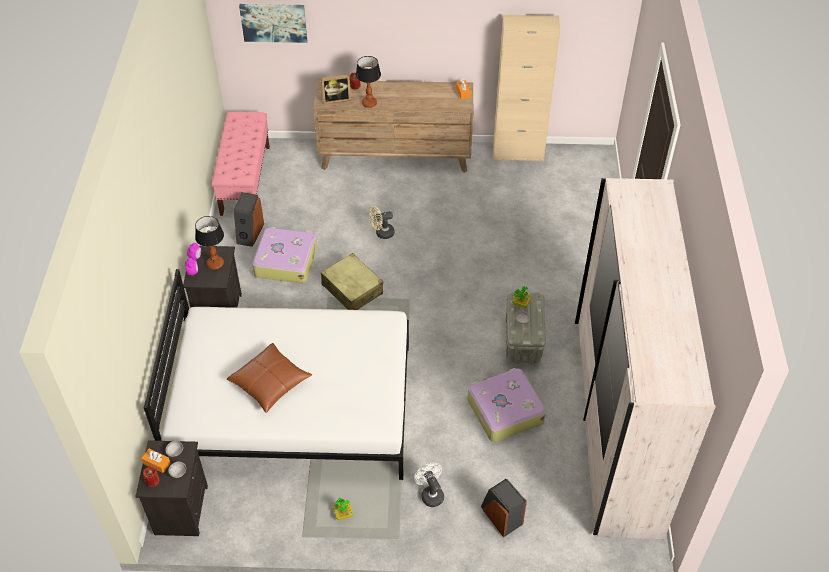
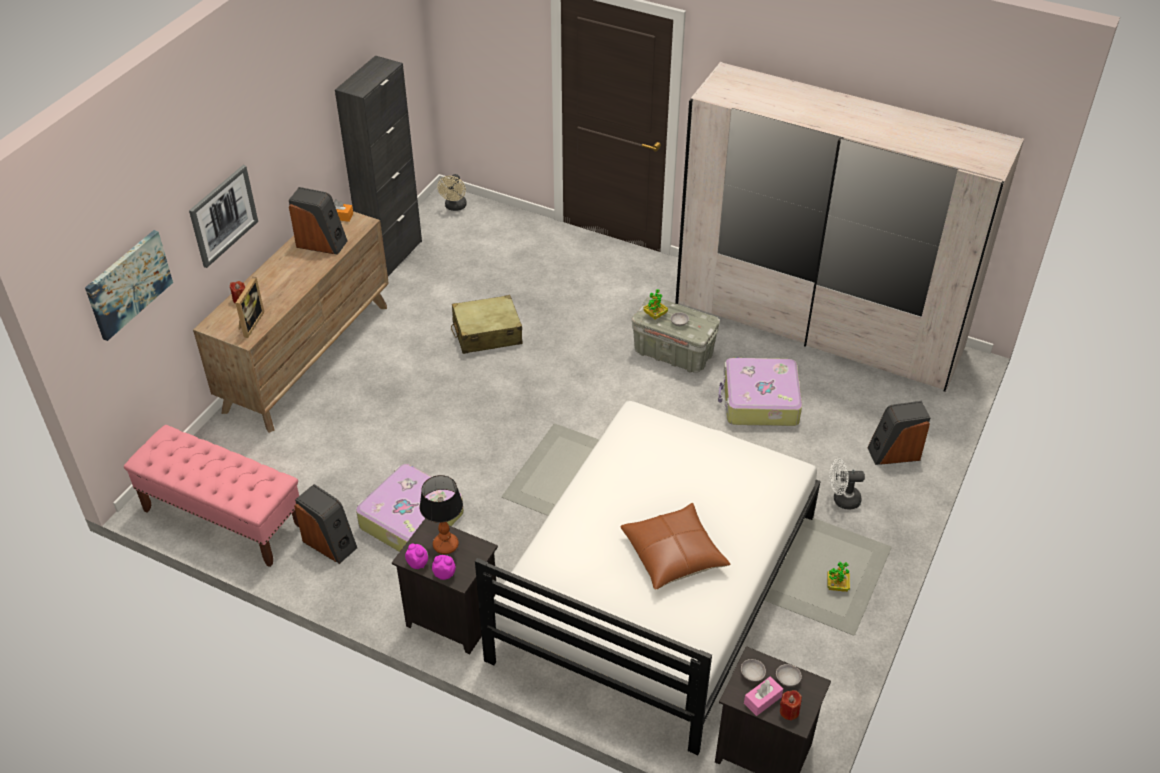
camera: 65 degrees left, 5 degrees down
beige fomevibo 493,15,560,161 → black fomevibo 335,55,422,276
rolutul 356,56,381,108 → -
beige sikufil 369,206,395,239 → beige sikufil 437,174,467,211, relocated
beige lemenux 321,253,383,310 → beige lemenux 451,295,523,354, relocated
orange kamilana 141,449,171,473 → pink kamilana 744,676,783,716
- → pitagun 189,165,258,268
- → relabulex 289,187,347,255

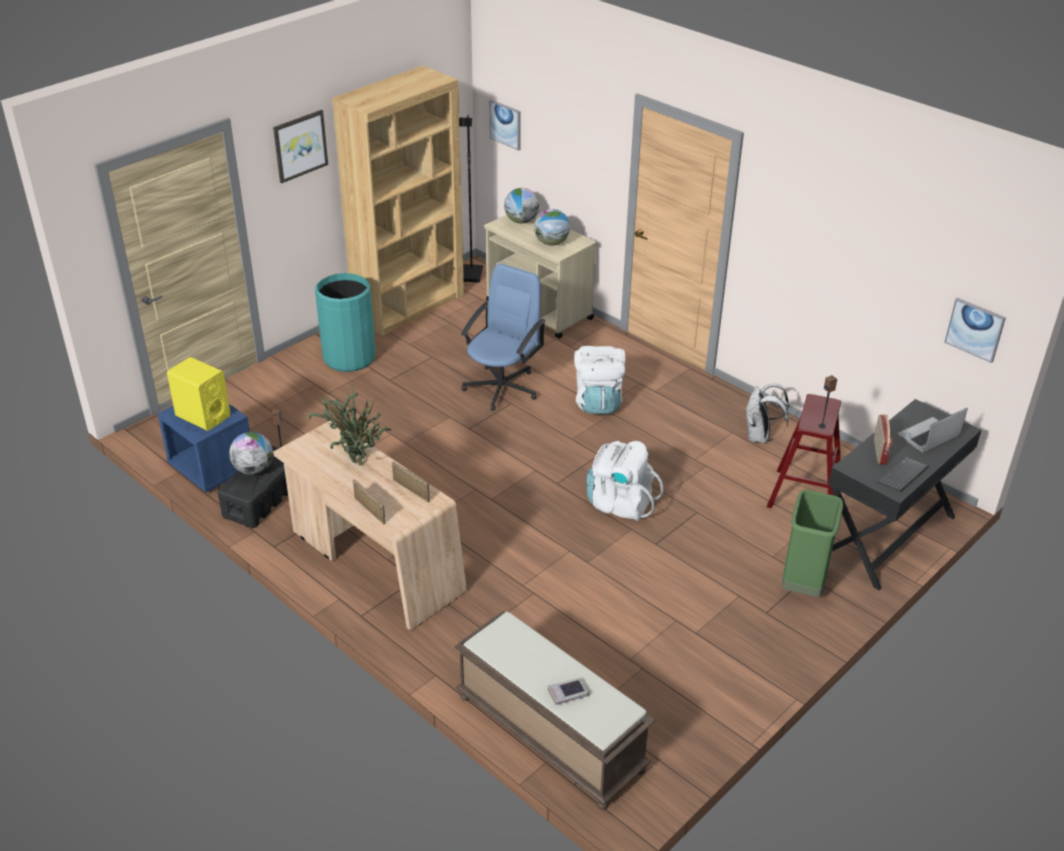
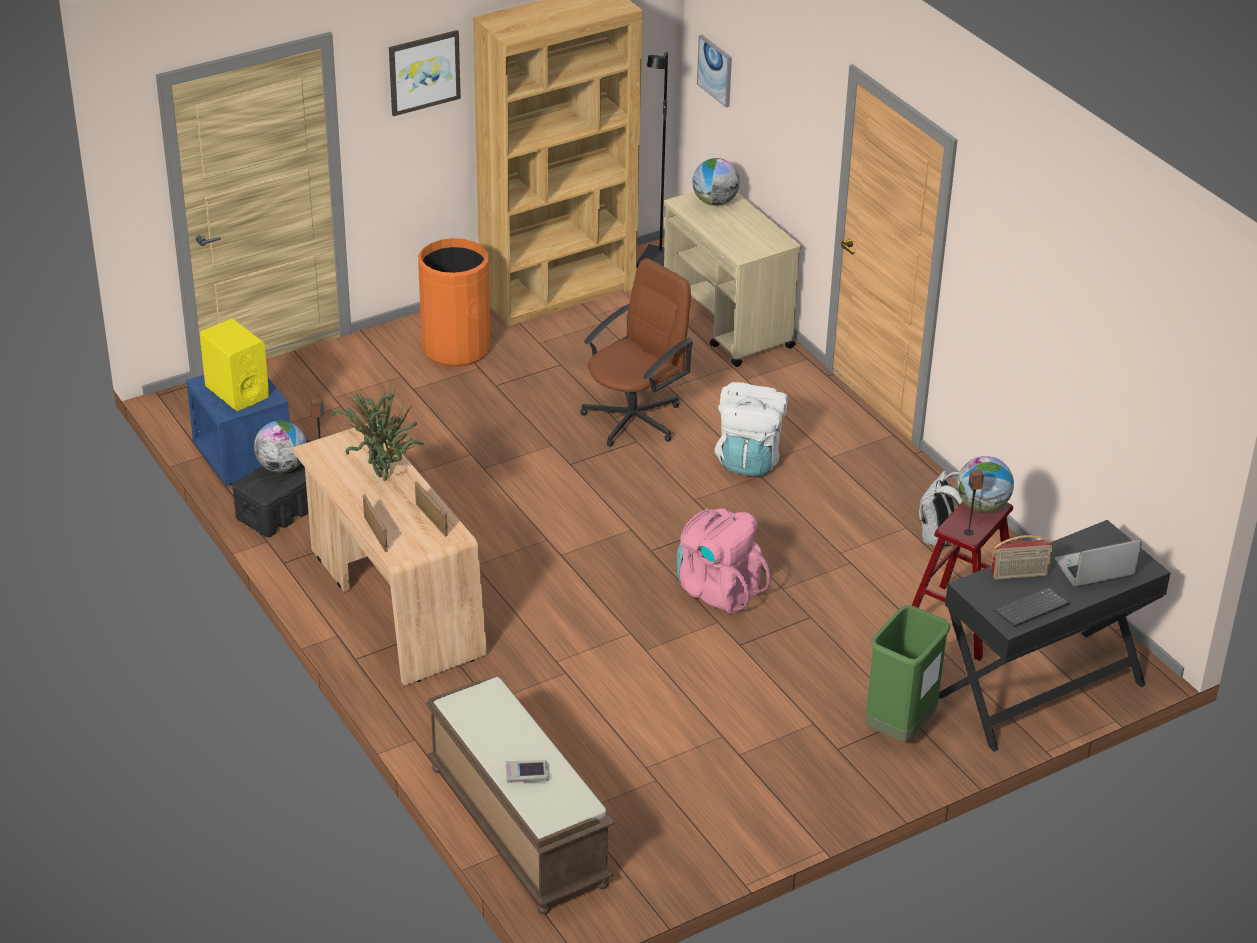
camera: 15 degrees right, 0 degrees up
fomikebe 534,209,570,245 → fomikebe 957,456,1014,512, relocated
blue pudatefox 461,264,546,411 → brown pudatefox 580,258,694,447
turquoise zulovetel 315,273,376,372 → orange zulovetel 418,238,491,367
pitagun 944,298,1006,363 → -
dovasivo 874,414,892,465 → dovasivo 991,535,1052,580, 120 degrees counterclockwise
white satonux 586,441,664,521 → pink satonux 676,508,771,614

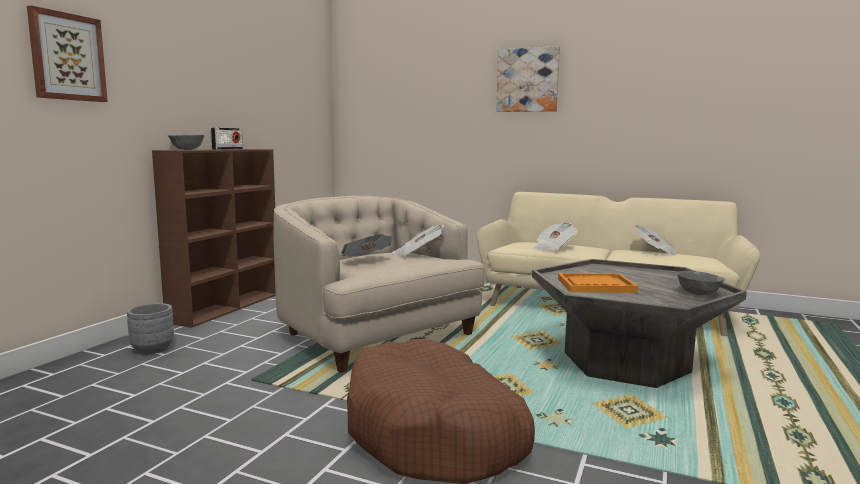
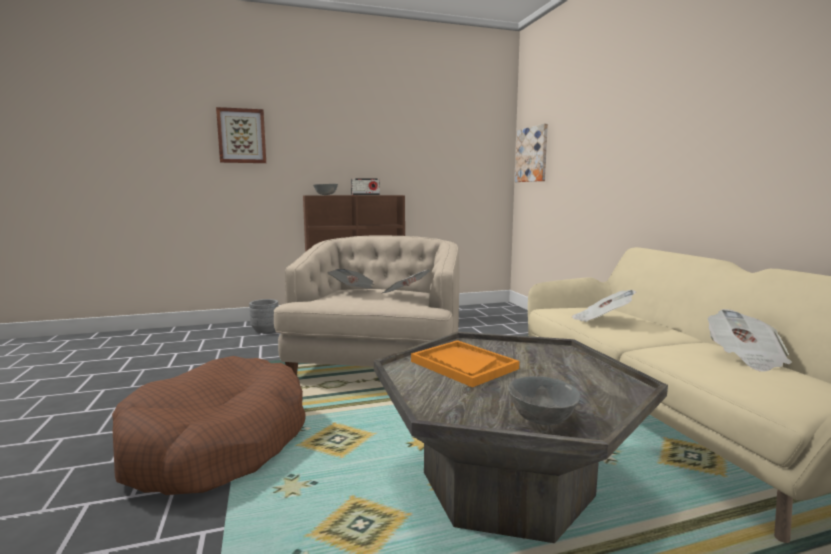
camera: 50 degrees right, 0 degrees up
pitagun 496,46,560,112 → pitagun 515,123,548,182, relocated

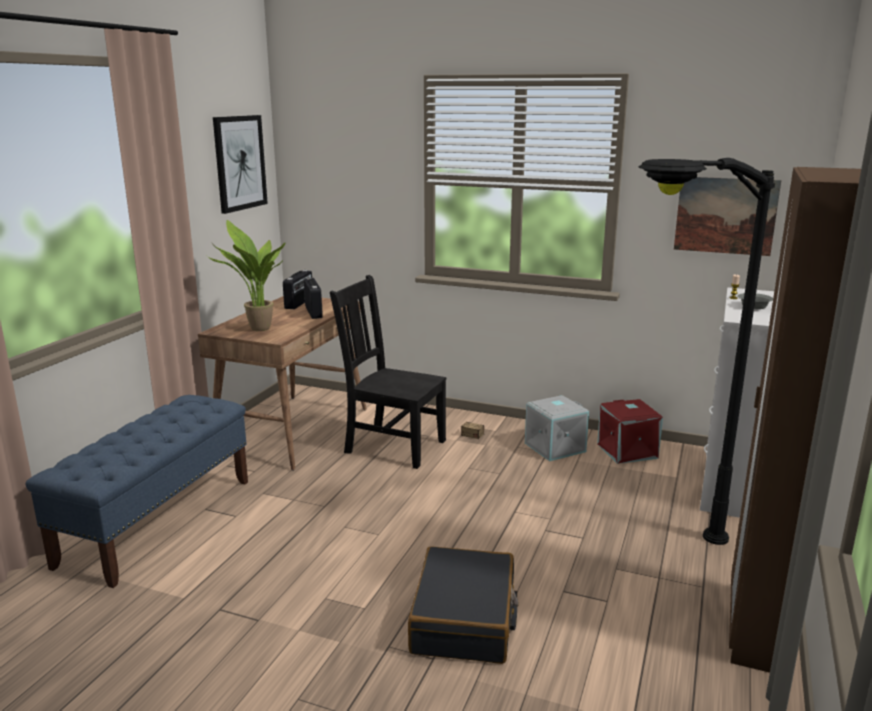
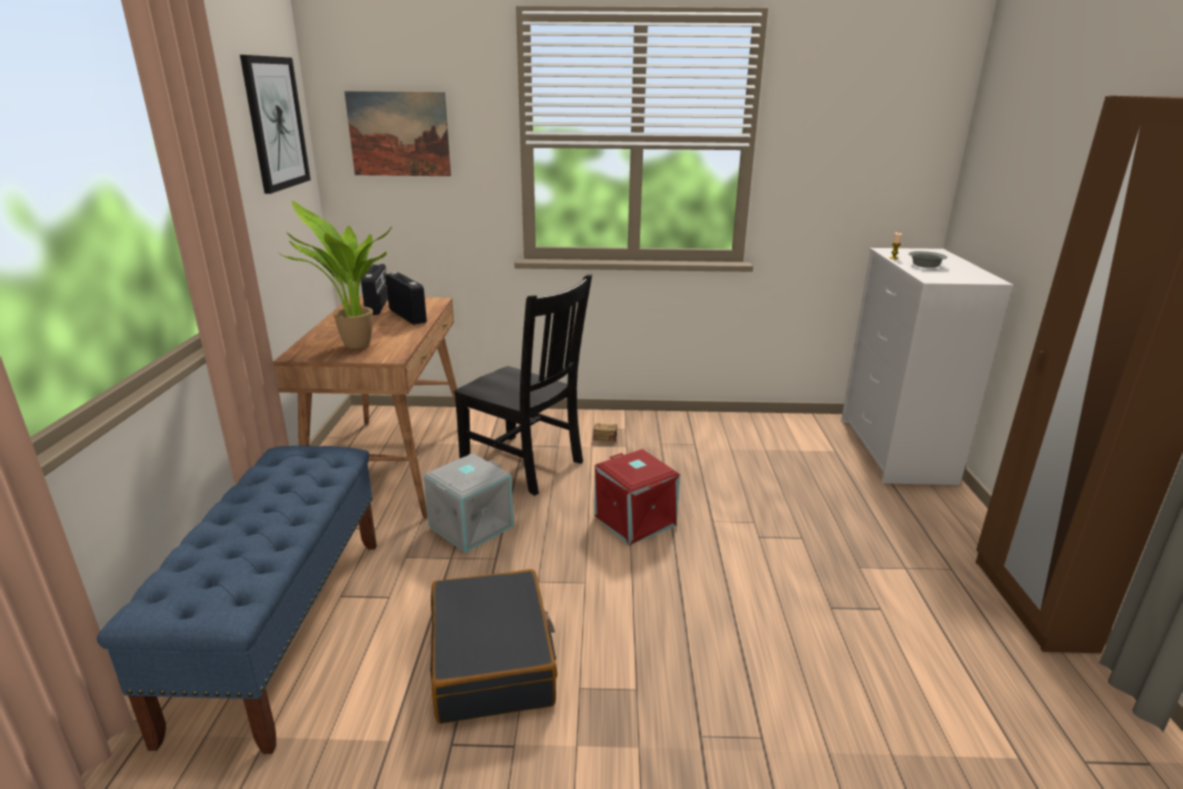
camera: 20 degrees left, 5 degrees up
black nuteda 639,158,775,545 → -
pitagun 674,177,781,256 → pitagun 344,91,451,176, relocated
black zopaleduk 330,275,447,469 → black zopaleduk 454,274,592,496, 150 degrees counterclockwise
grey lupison 525,395,589,461 → grey lupison 423,453,514,553, relocated
red lupison 597,399,663,464 → red lupison 594,449,680,545, relocated
black lemenux 408,546,518,664 → black lemenux 430,569,557,724, relocated

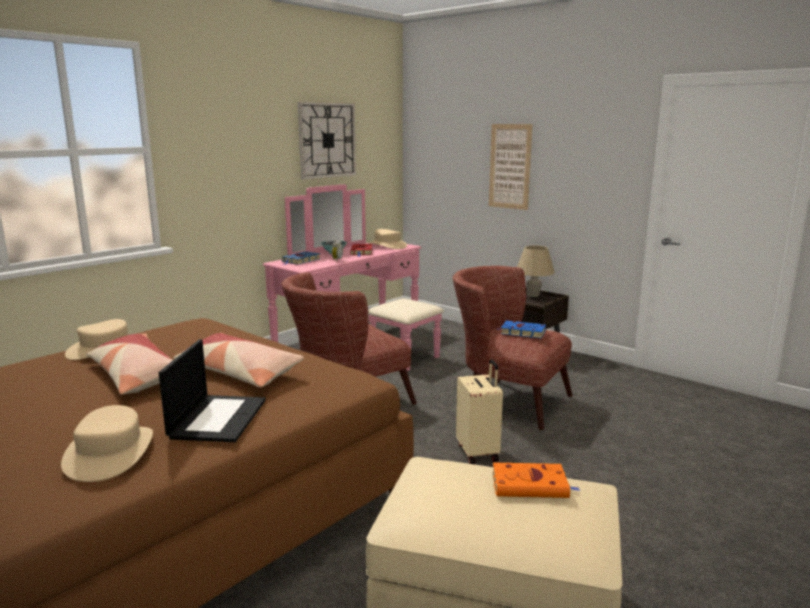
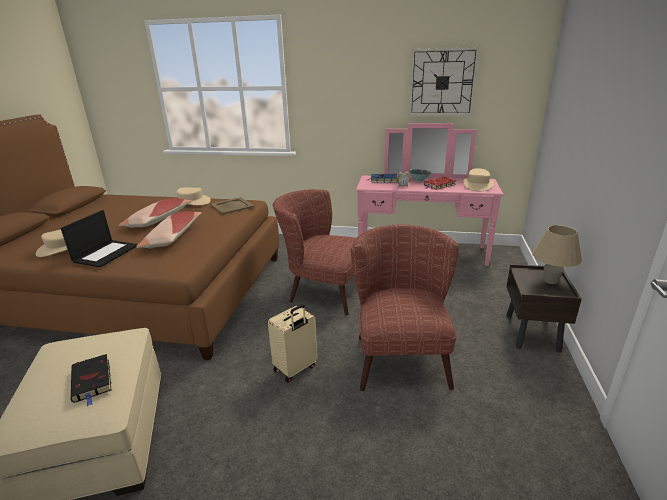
camera: 60 degrees right, 10 degrees up
pitagun 489,124,532,210 → -
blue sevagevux 495,320,546,338 → -
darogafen 159,339,266,442 → darogafen 61,210,138,267, 45 degrees counterclockwise
orange sevagevux 492,462,581,498 → black sevagevux 71,354,111,406
- → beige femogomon 210,197,254,215

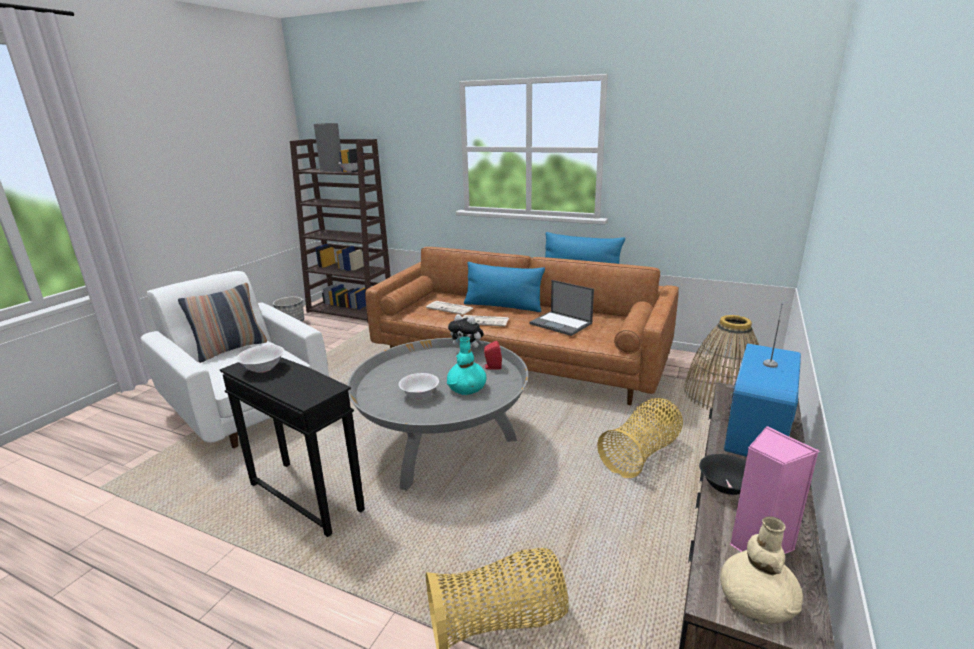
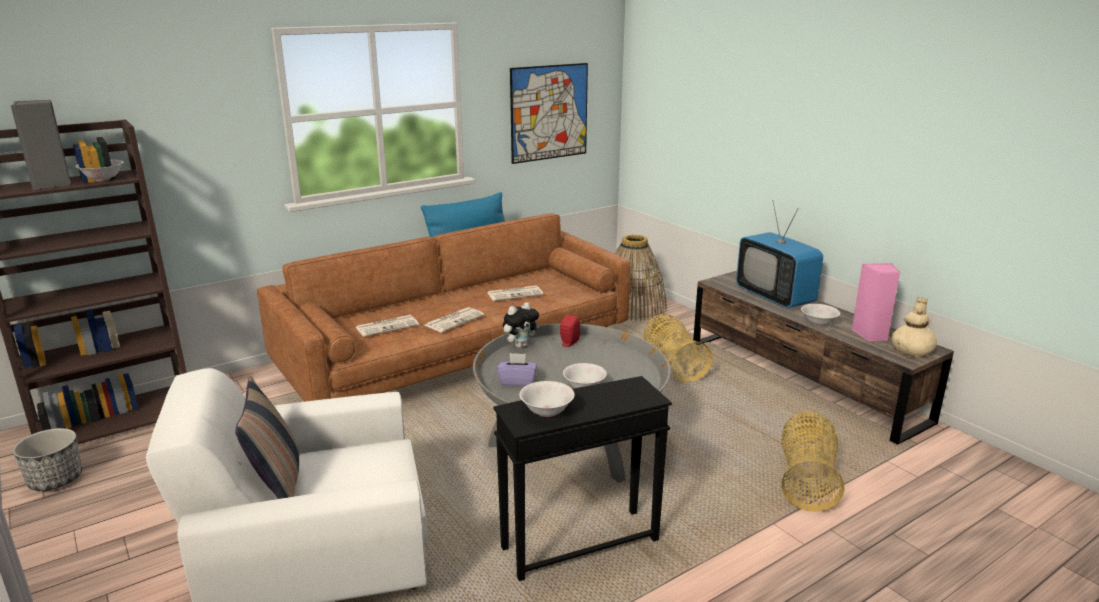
camera: 60 degrees left, 0 degrees up
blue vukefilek 464,262,545,312 → -
darogafen 530,280,594,336 → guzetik 487,285,543,301
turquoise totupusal 447,336,486,395 → -
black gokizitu 699,454,746,495 → white gokizitu 801,304,840,326
- → pitagun 510,63,588,164
- → purple kamilana 497,353,537,386

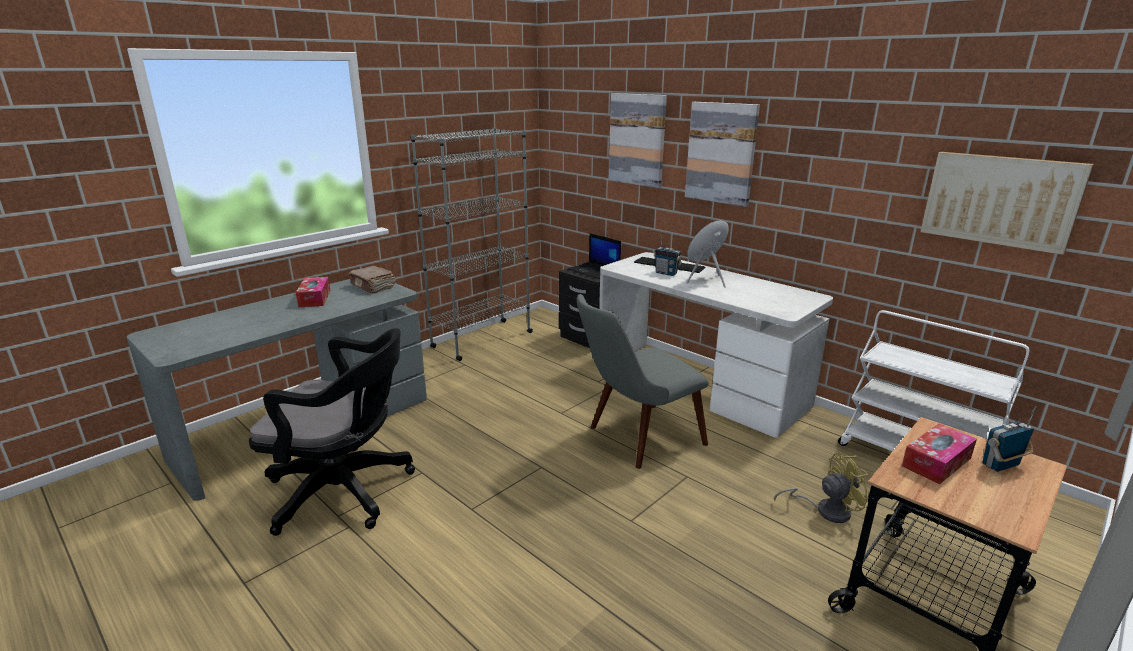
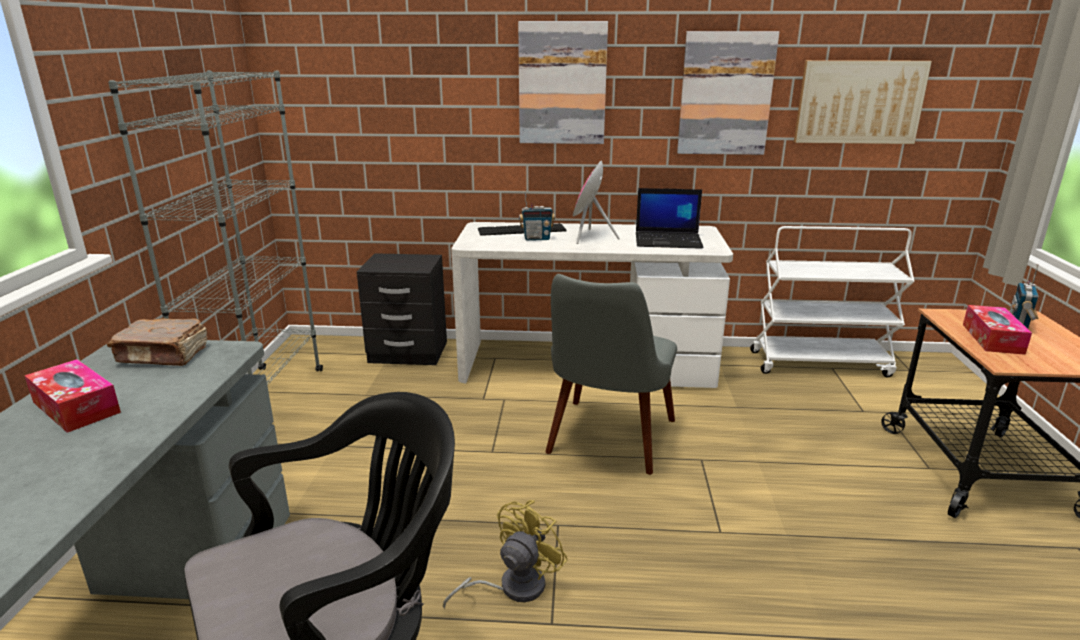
camera: 40 degrees left, 0 degrees up
pitagun 609,93,667,188 → pitagun 677,31,779,155, relocated
darogafen 568,233,621,279 → darogafen 636,188,704,249, relocated
yellow sikufil 774,452,868,523 → yellow sikufil 443,500,568,609, relocated

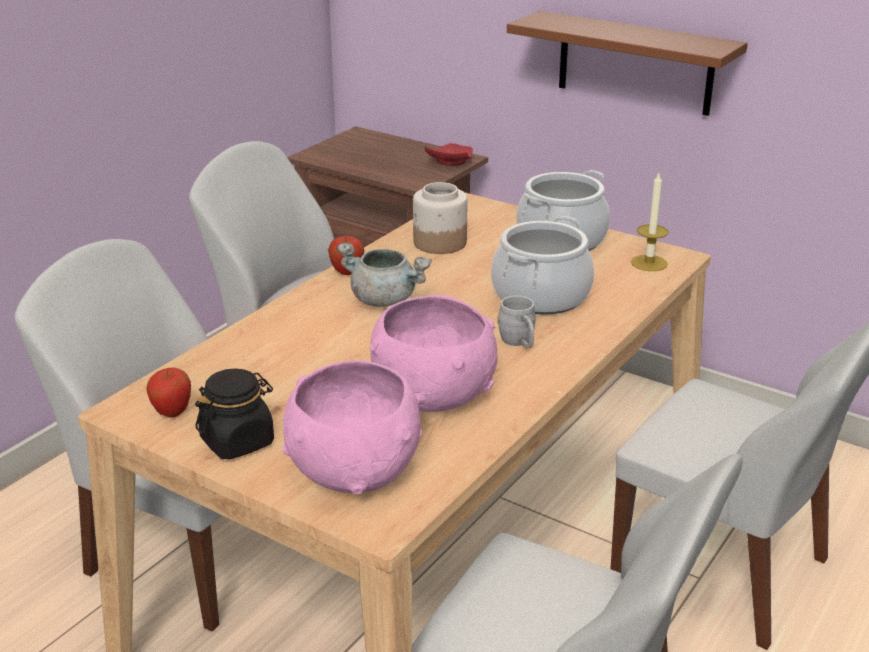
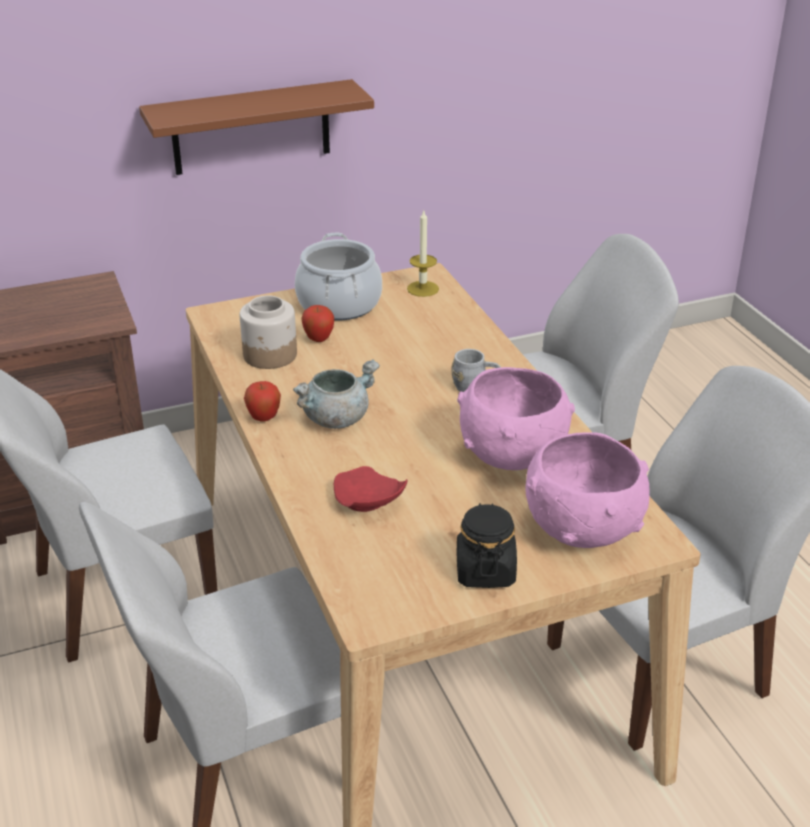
camera: 55 degrees left, 5 degrees up
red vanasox 425,143,473,166 → red vanasox 334,466,407,512, relocated
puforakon 491,216,594,315 → -
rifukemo 146,367,191,418 → rifukemo 301,305,334,342, relocated

